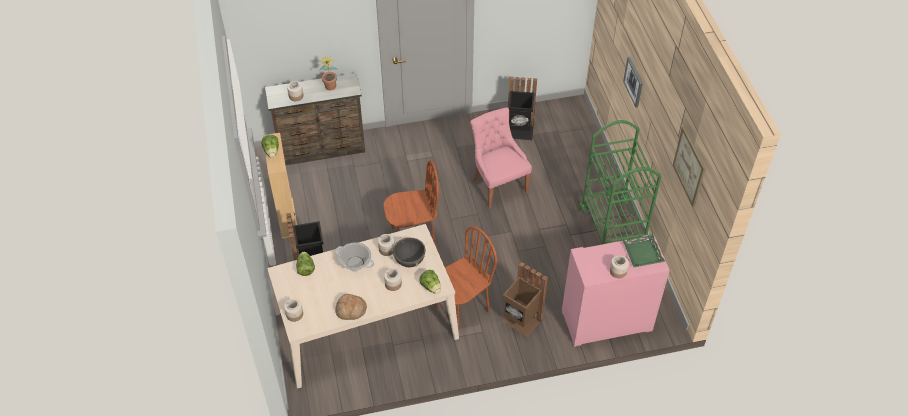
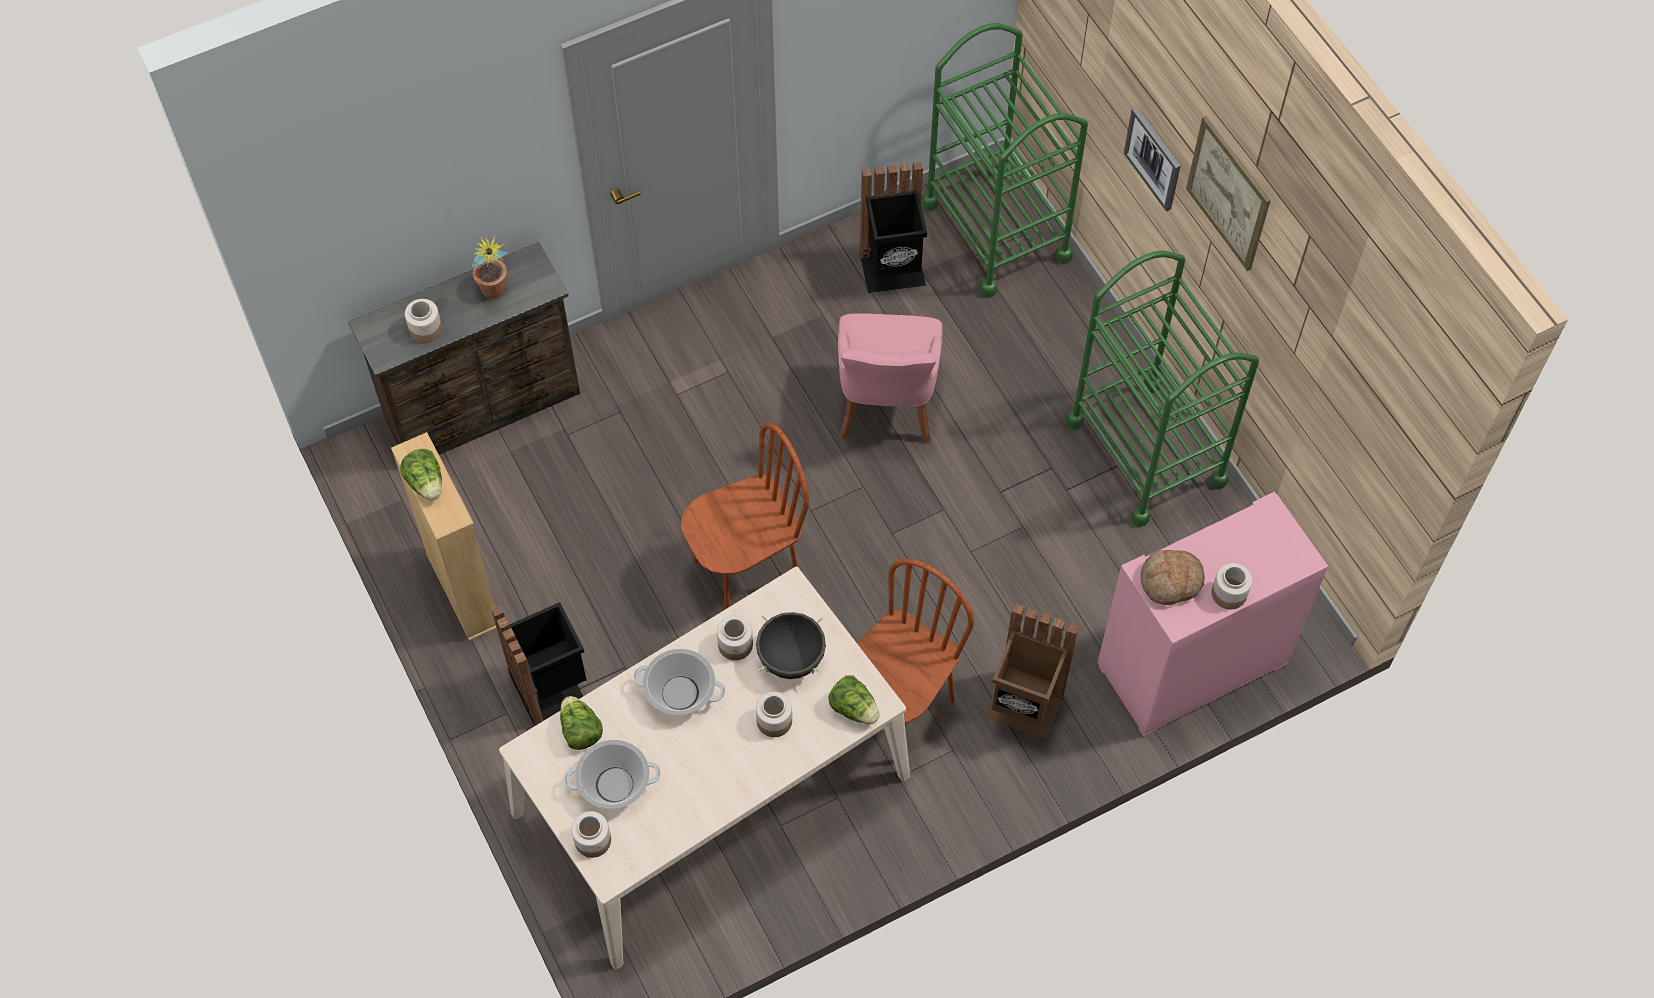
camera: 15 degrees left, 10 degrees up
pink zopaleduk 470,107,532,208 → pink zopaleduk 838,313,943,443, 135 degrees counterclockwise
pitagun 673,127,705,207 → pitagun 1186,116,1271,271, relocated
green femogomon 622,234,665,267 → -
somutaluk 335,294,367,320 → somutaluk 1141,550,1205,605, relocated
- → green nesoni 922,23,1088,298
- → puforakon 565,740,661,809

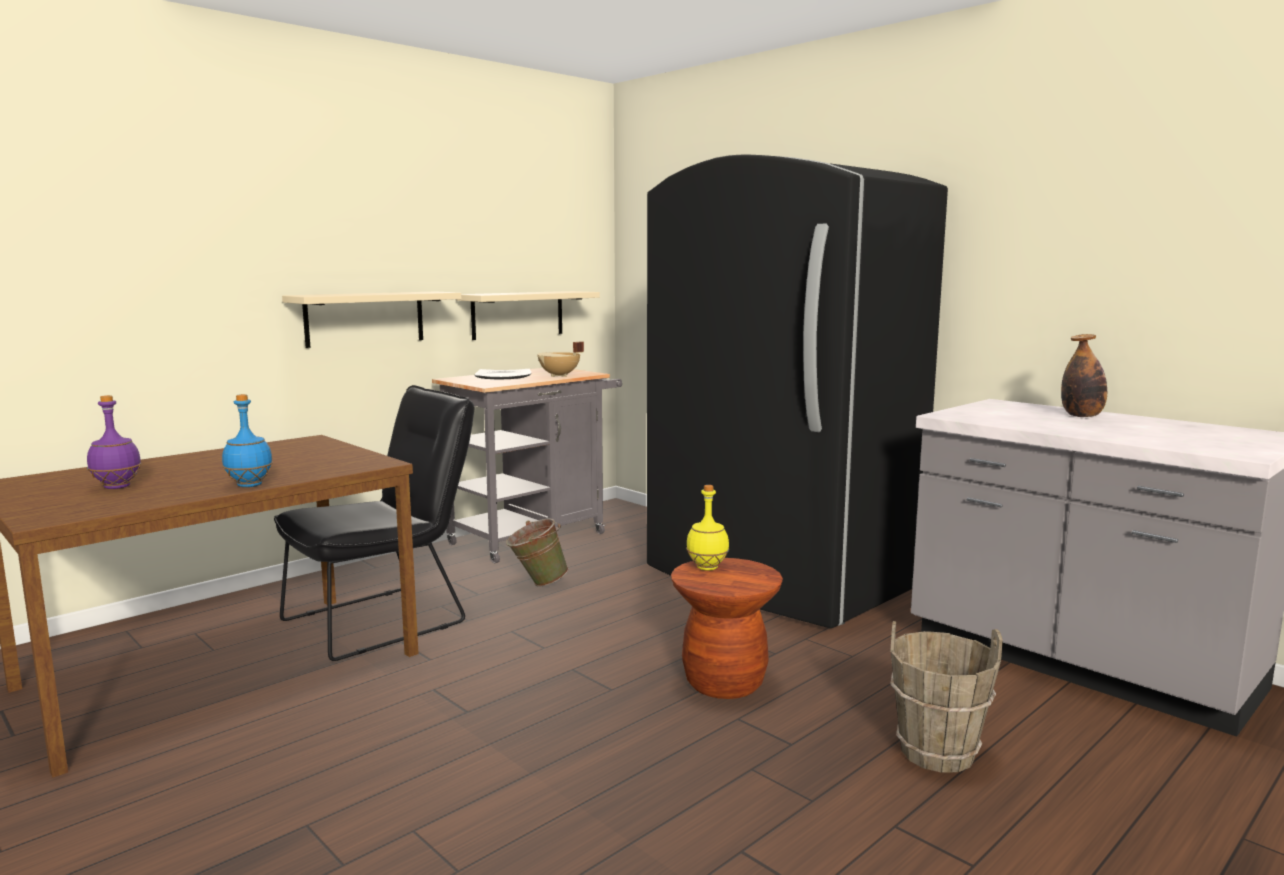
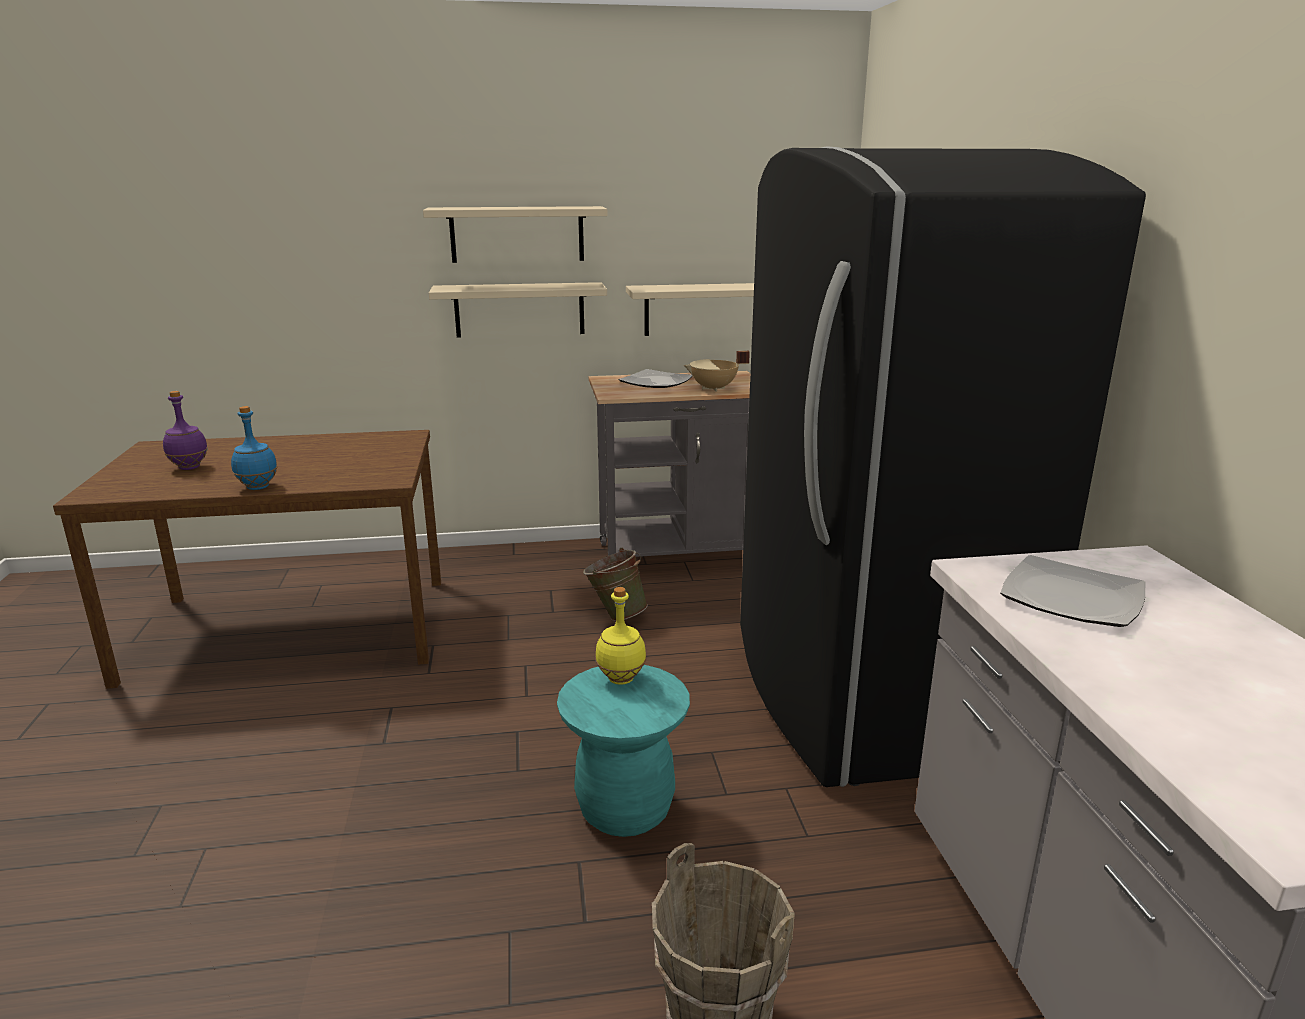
camera: 35 degrees right, 10 degrees up
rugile 1061,334,1107,417 → -
black zopaleduk 274,385,474,661 → -
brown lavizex 671,558,783,699 → turquoise lavizex 557,665,690,837
- → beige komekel 423,206,608,263
- → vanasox 1000,555,1146,627

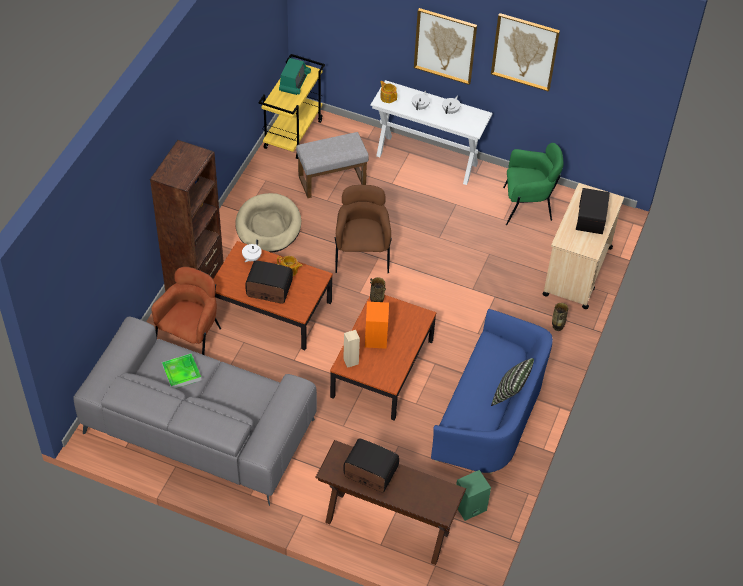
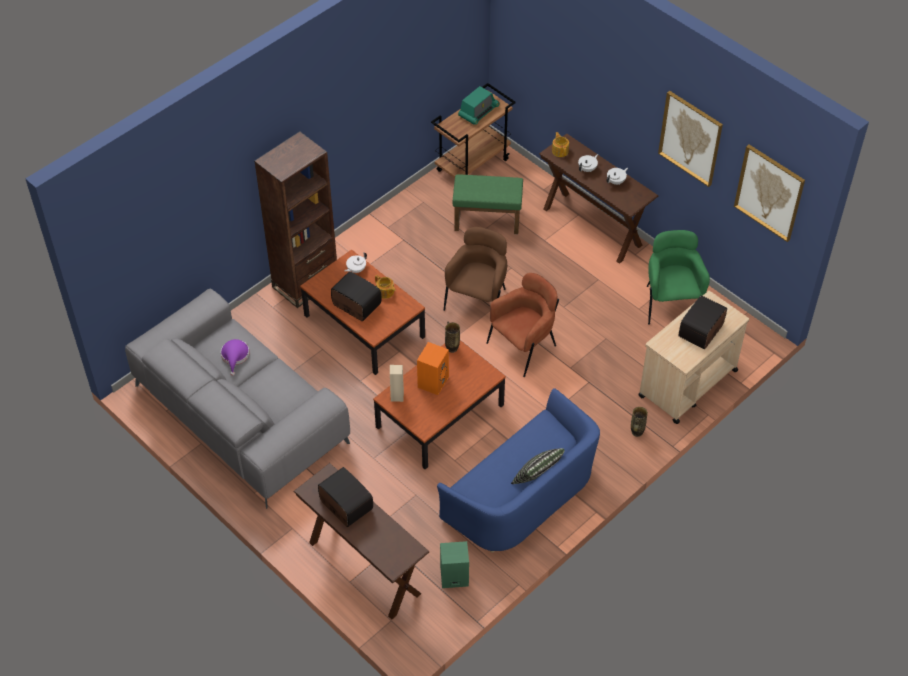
camera: 25 degrees right, 0 degrees up
pitagun 414,8,477,85 → pitagun 734,145,805,242, relocated
yellow nesoni 258,54,325,159 → brown nesoni 431,83,516,178
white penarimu 370,80,493,185 → brown penarimu 539,134,658,264
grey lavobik 296,132,369,198 → green lavobik 453,174,523,234
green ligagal 503,143,563,225 → green ligagal 647,230,710,325, 120 degrees counterclockwise
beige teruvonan 235,193,301,253 → -
brown ligagal 151,267,221,355 → brown ligagal 486,273,559,377, relocated
femogomon 162,353,201,389 → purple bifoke 221,339,249,376

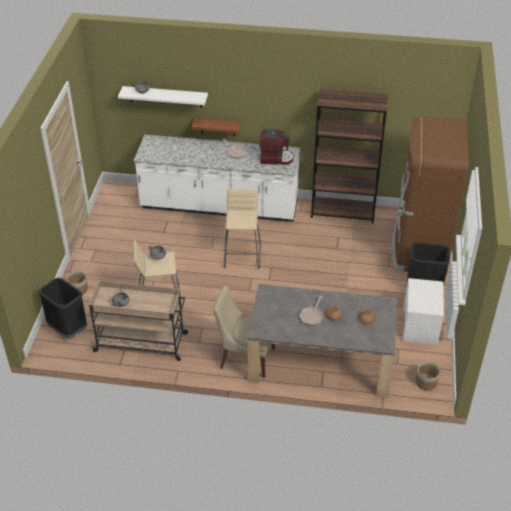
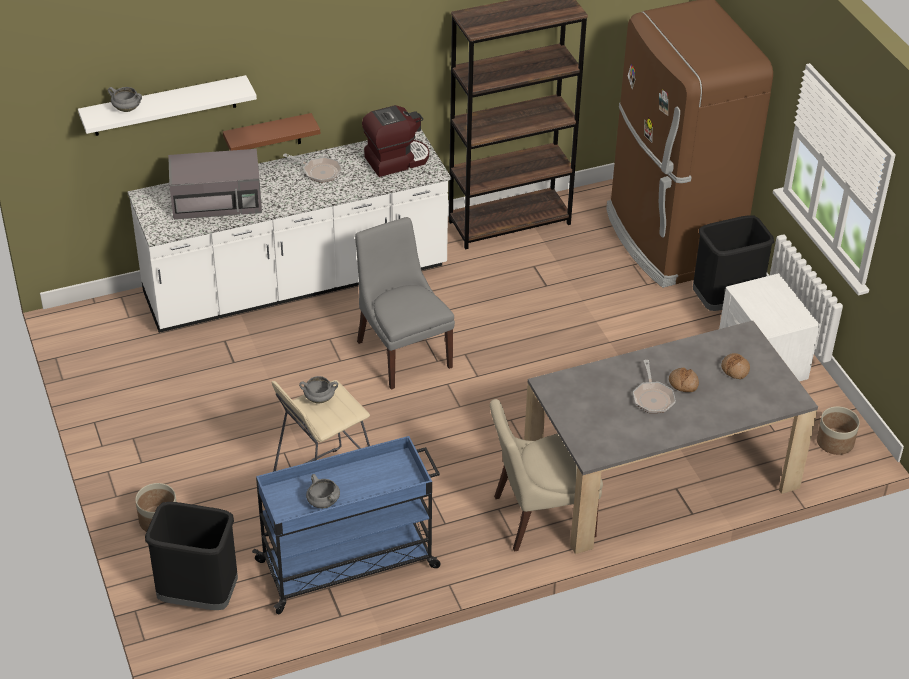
camera: 30 degrees left, 0 degrees up
beige lavizex 224,190,261,268 → grey zopaleduk 355,217,455,390
beige nesoni 89,280,188,361 → blue nesoni 252,436,441,614
- → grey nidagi 168,149,262,220

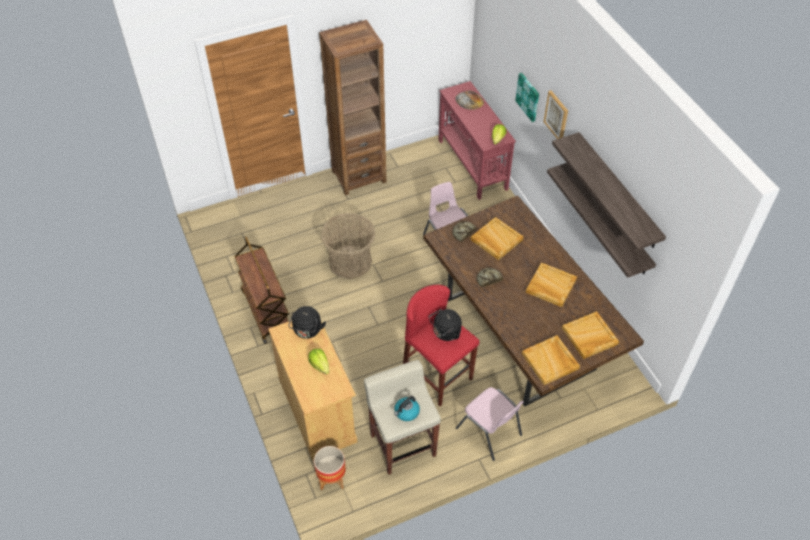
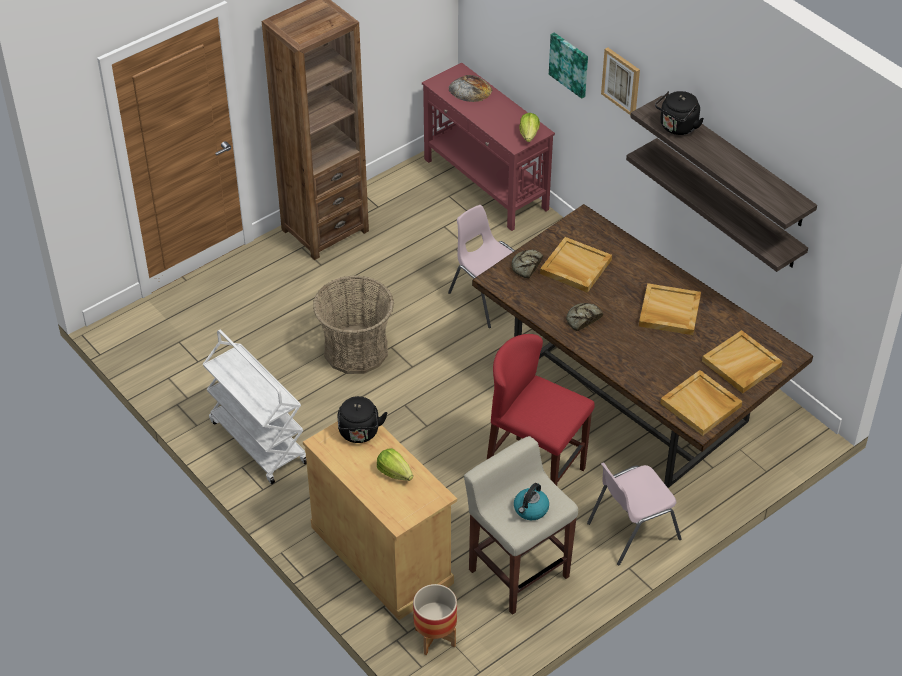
camera: 15 degrees left, 5 degrees down
brown nesoni 234,237,289,344 → white nesoni 203,330,307,484
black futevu 428,309,462,341 → black futevu 655,91,704,135, relocated
pink zopaleduk 456,387,524,461 → pink zopaleduk 587,463,682,565, 120 degrees clockwise

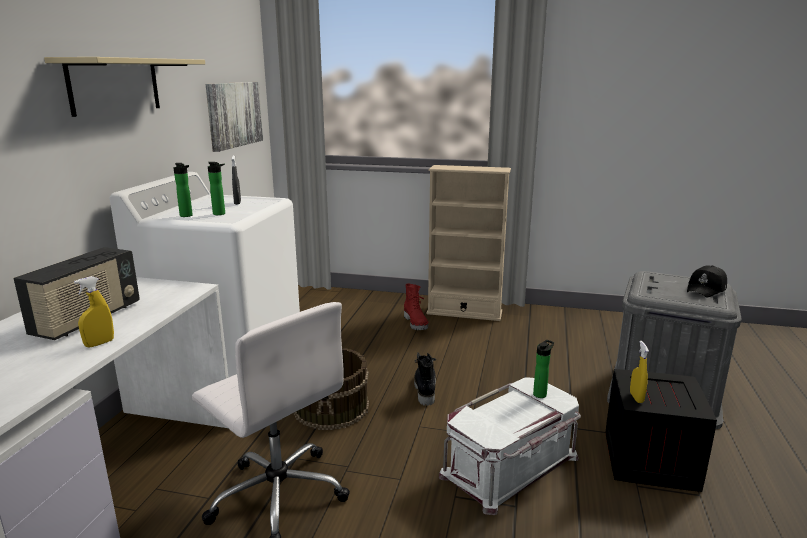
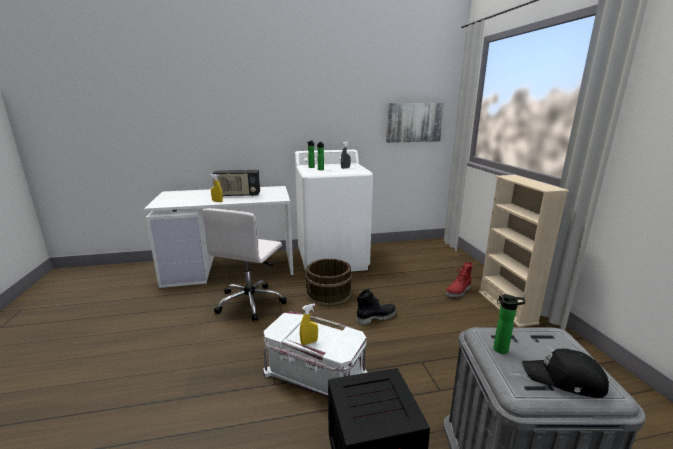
camera: 65 degrees right, 0 degrees up
beige komekel 44,57,205,117 → -
rugile 533,340,554,398 → rugile 493,294,525,354, relocated
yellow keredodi 630,341,649,403 → yellow keredodi 300,304,318,345, relocated

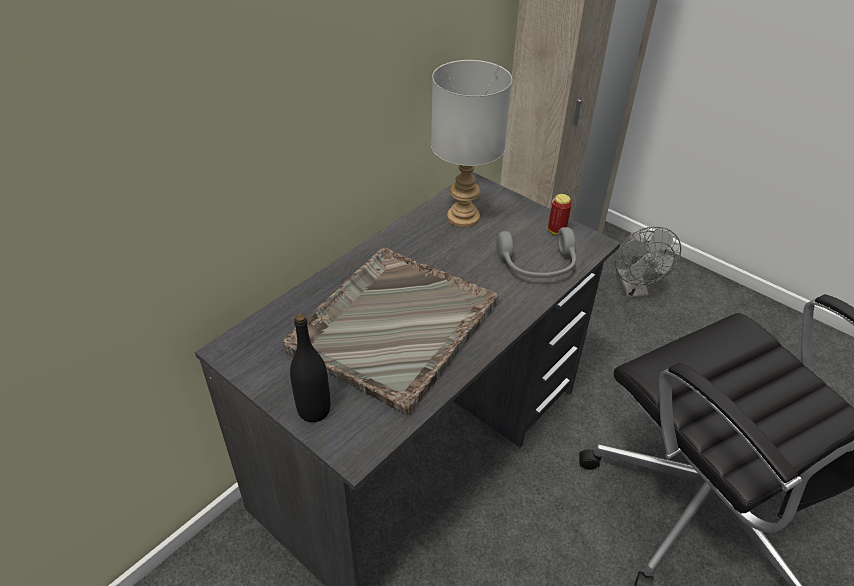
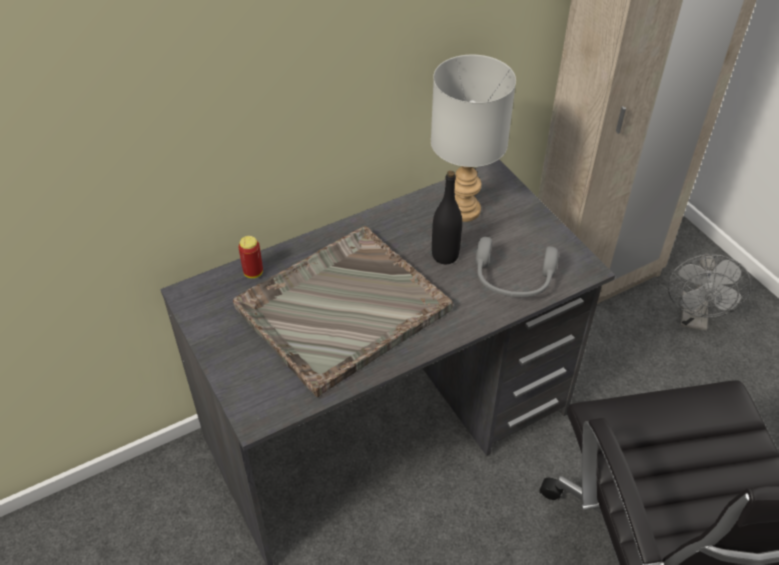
camera: 20 degrees right, 5 degrees up
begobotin 548,194,571,235 → begobotin 238,236,263,278, relocated
black rugile 290,314,330,422 → black rugile 432,171,462,264, relocated

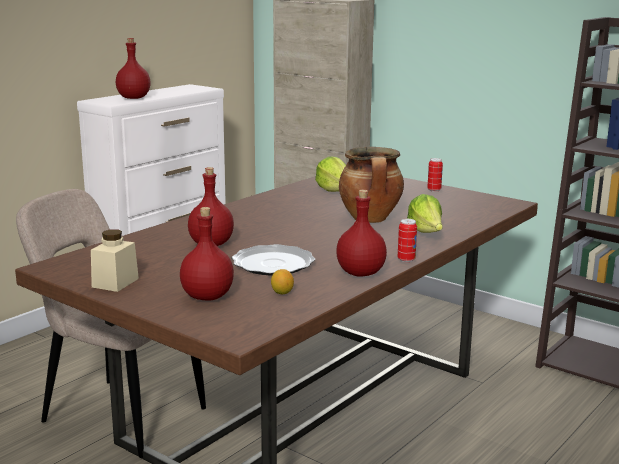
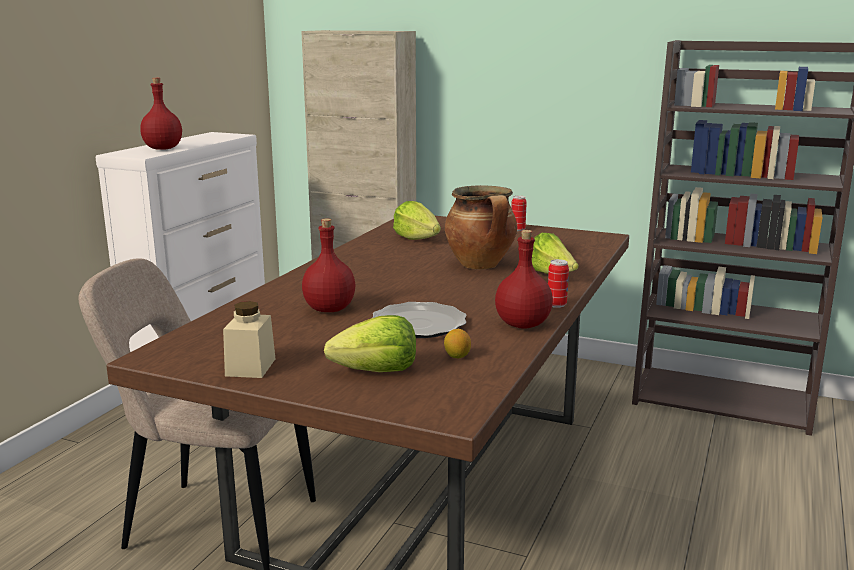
camera: 15 degrees left, 0 degrees up
red rugile 180,207,234,301 → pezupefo 324,315,416,372

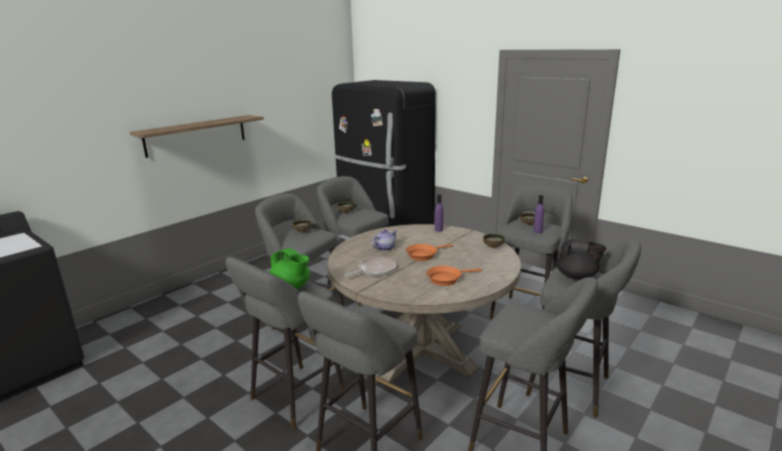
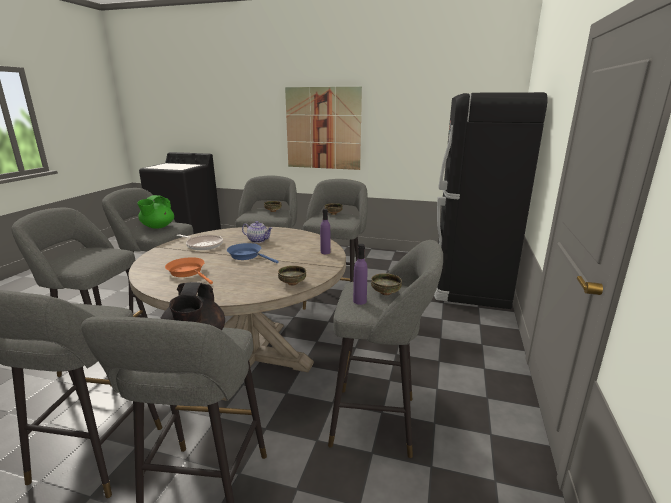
camera: 65 degrees right, 0 degrees up
komekel 130,115,264,158 → pitagun 285,87,362,170
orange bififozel 406,244,453,261 → blue bififozel 227,243,279,263

